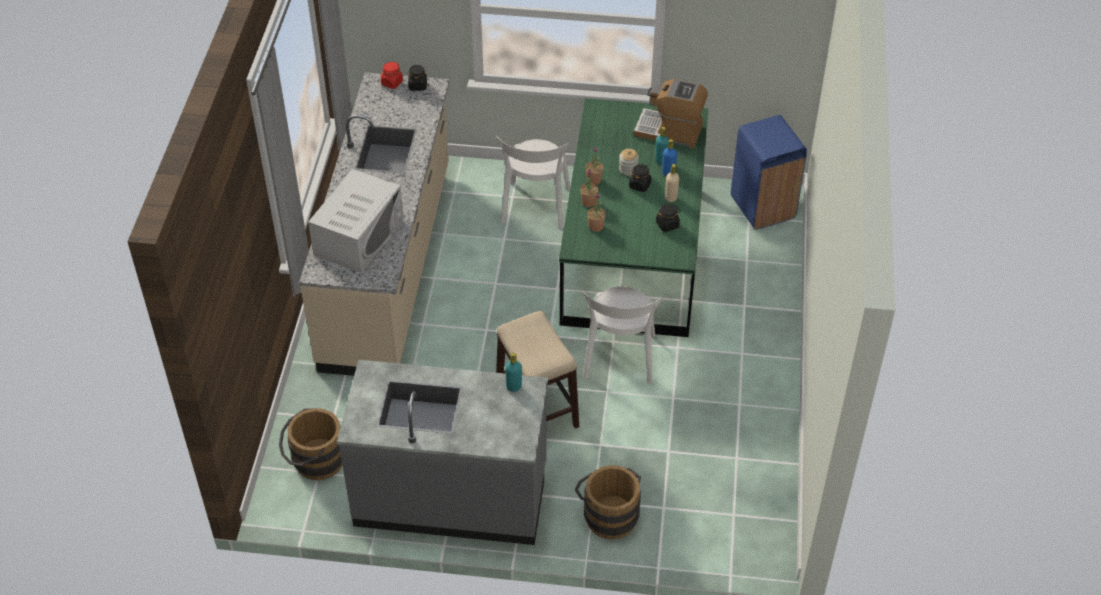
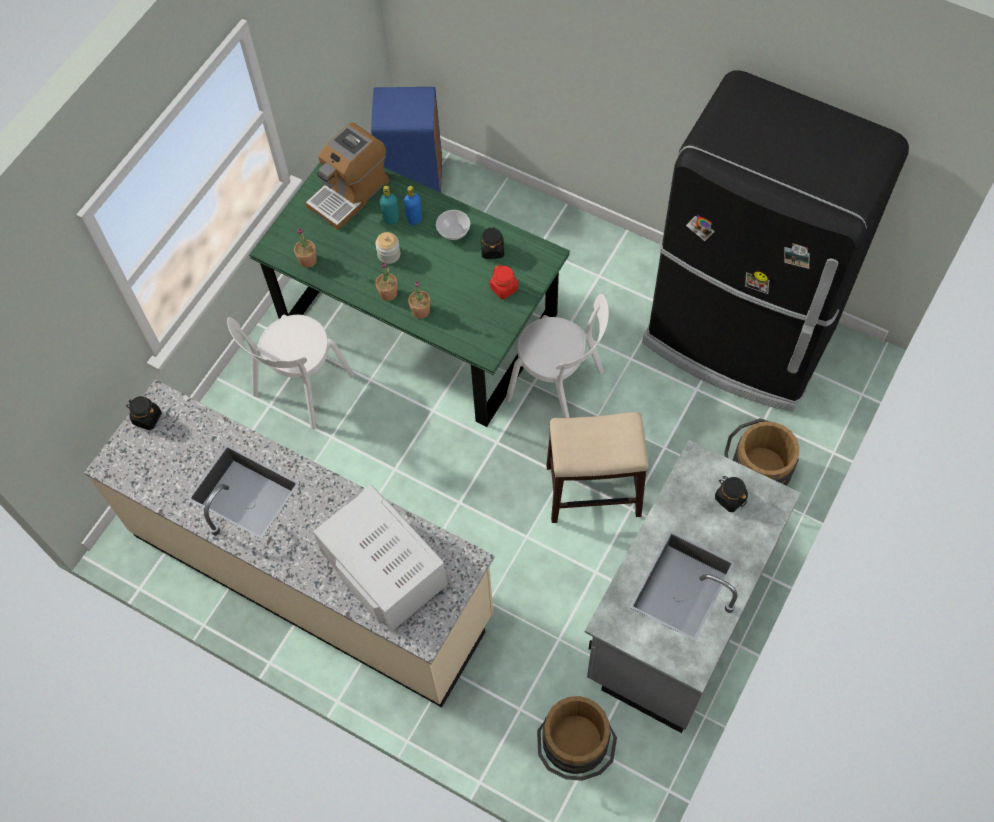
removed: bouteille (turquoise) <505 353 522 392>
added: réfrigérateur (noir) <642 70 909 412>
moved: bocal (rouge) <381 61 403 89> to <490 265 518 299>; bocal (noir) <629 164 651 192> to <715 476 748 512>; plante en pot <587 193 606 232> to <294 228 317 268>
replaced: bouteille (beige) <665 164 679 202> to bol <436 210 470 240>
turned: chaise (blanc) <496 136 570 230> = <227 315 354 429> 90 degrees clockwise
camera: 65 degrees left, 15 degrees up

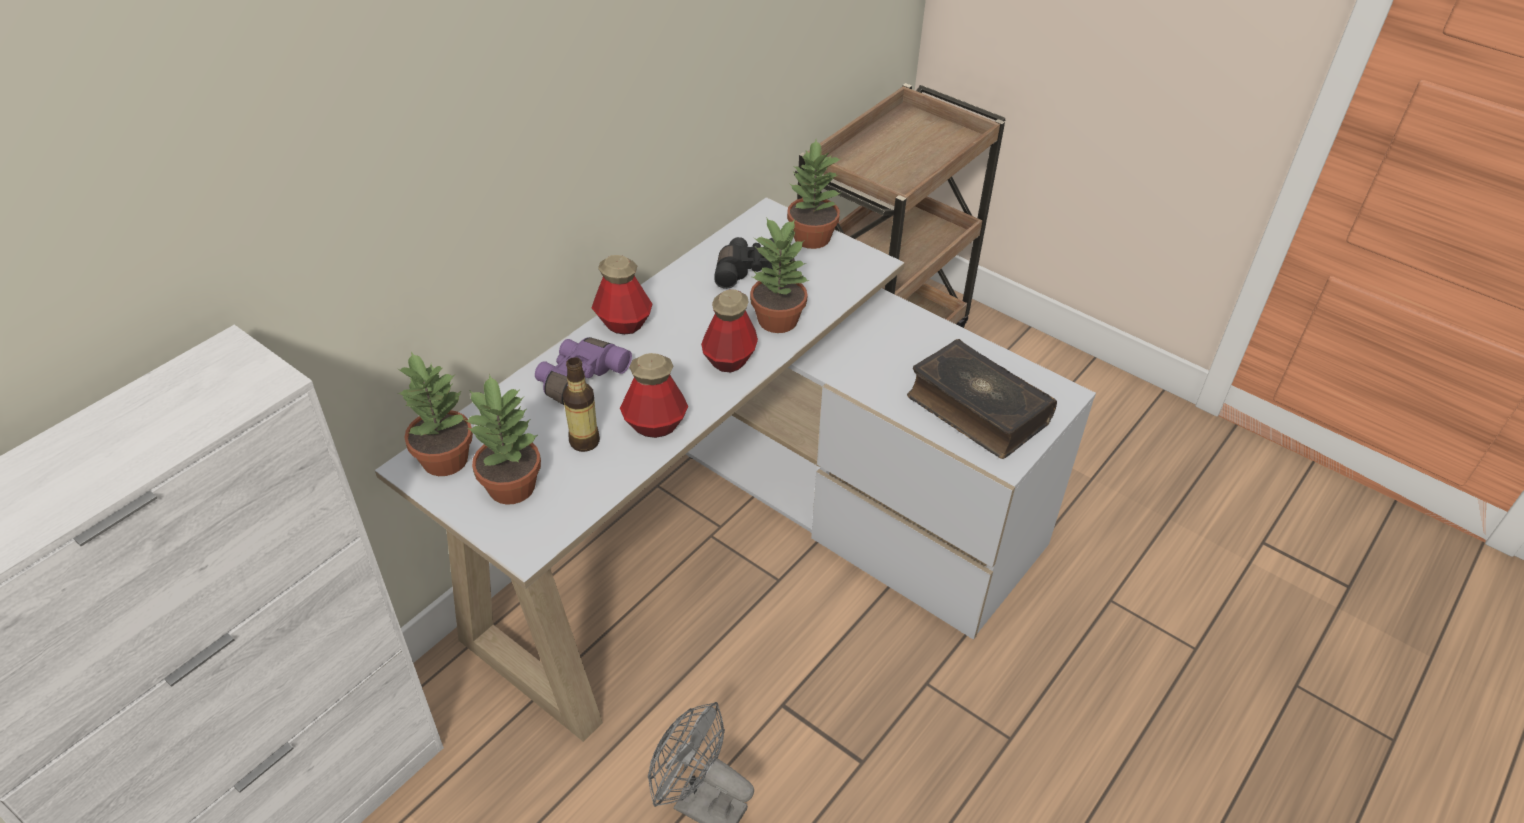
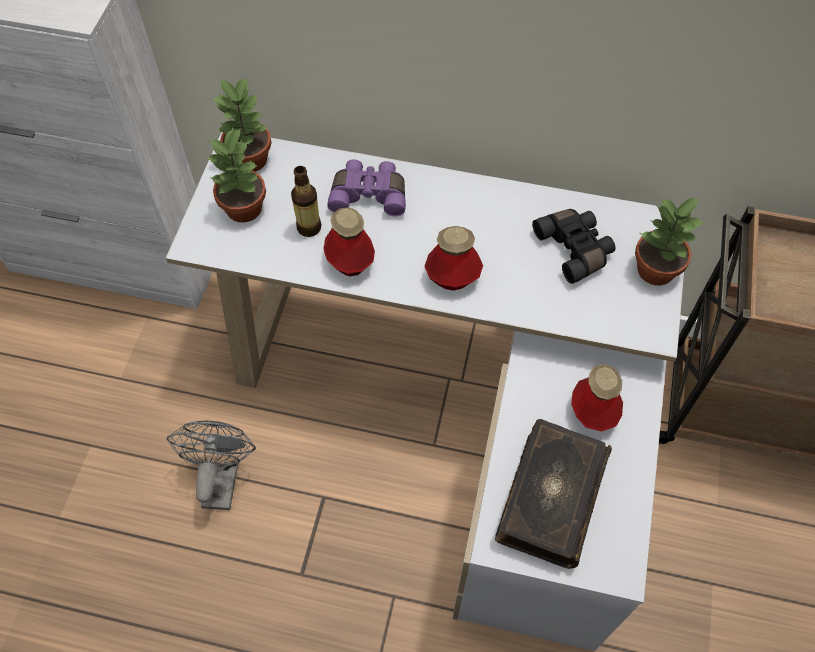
removed: plante en pot <750 217 810 333>
moved: bouteille <592 255 652 334> to <571 364 623 431>
camera: 65 degrees right, 15 degrees up

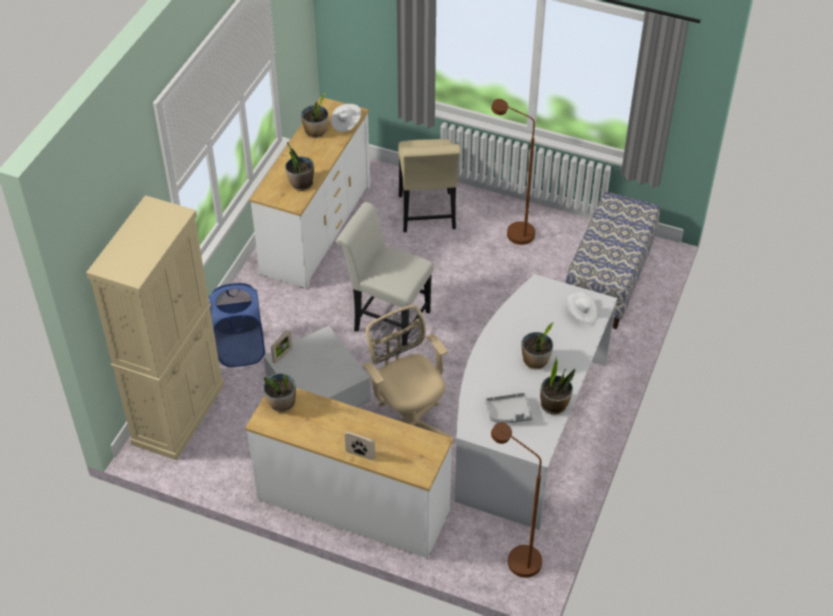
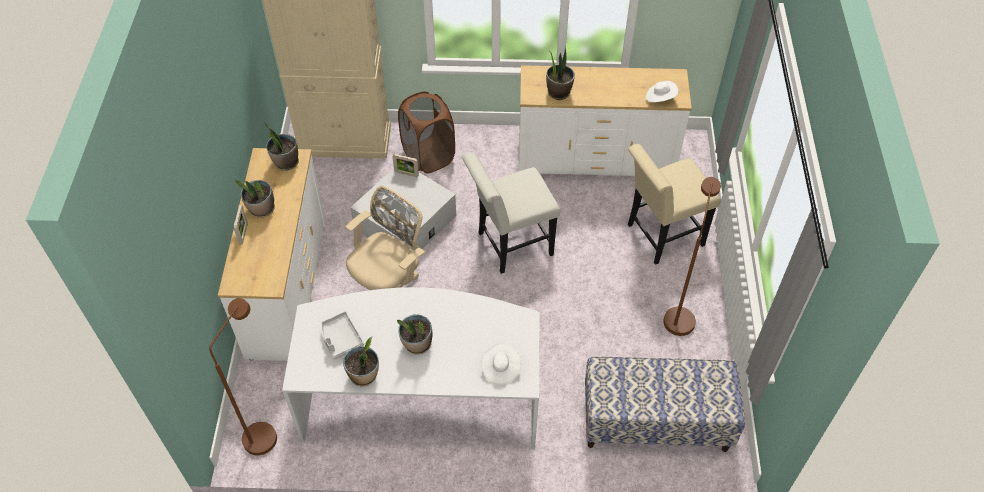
moved: plante en pot <301 92 329 138> to <236 180 275 218>
recoloured: panier à linge (bleu) <209 283 265 367> to panier à linge (marron) <398 91 455 173>
turned: chaise (blanc) <336 202 434 344> = <462 152 561 274> 120 degrees counterclockwise
camera: 70 degrees right, 5 degrees up

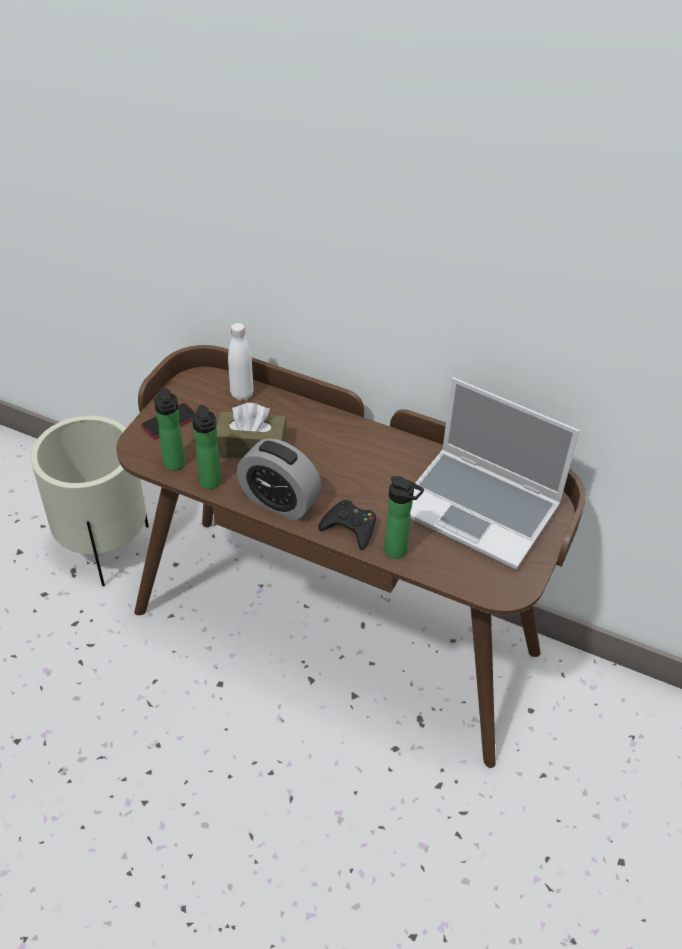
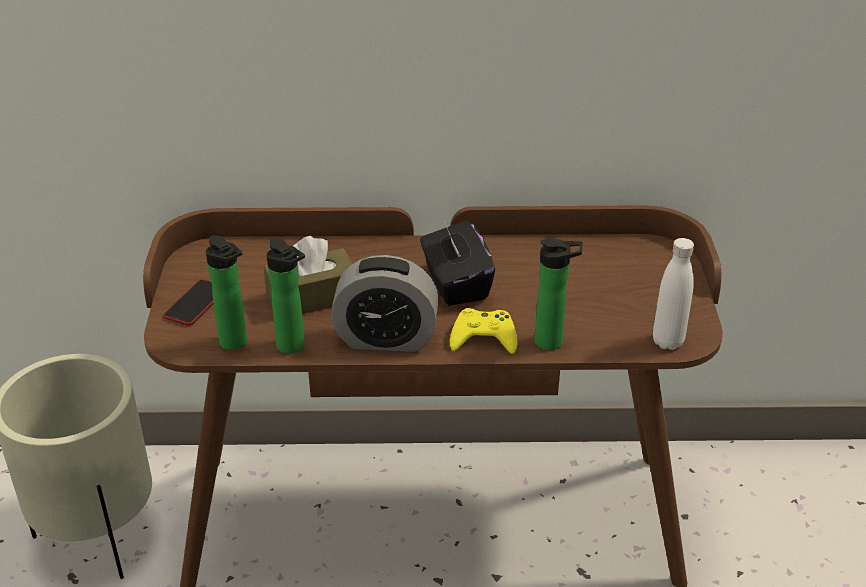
removed: ordinateur portable <410 377 579 570>
added: boîte à mouchoirs (noir) <420 220 495 306>
moved: bouteille (blanc) <228 323 254 401> to <653 238 694 350>
recoloured: manette (noir) <319 500 376 550> to manette (jaune) <450 308 518 354>
camera: 25 degrees left, 10 degrees down

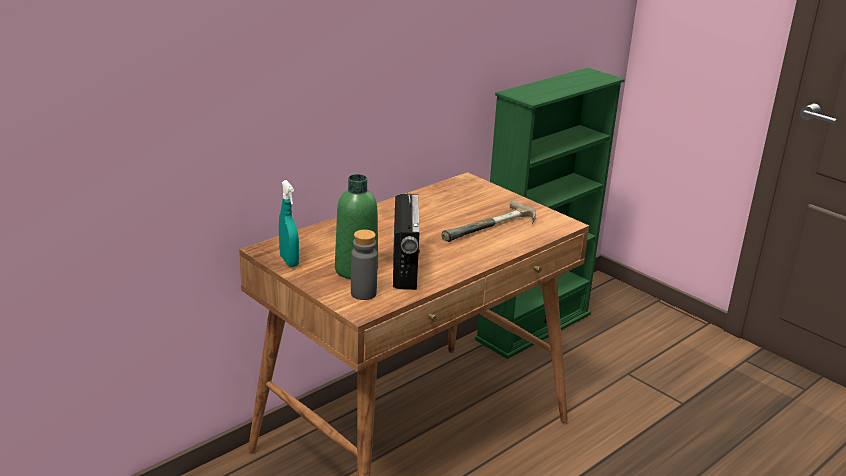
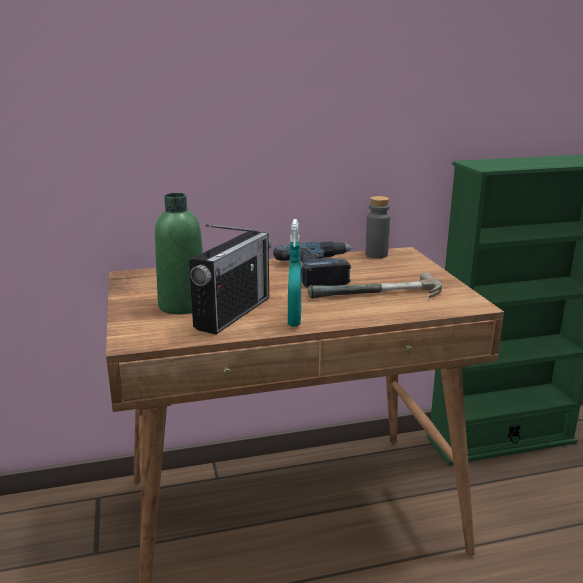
added: perceuse <273 242 353 288>
moved: vaporisateur (turquoise) <279 180 299 267> to <288 219 301 326>; bouteille (gris) <351 230 378 300> to <366 196 390 258>
camera: 30 degrees right, 5 degrees down

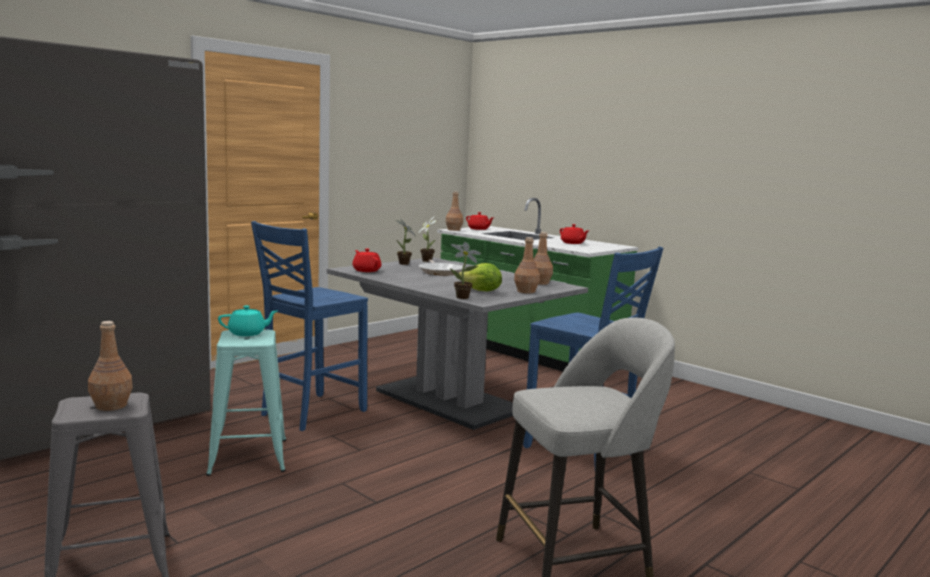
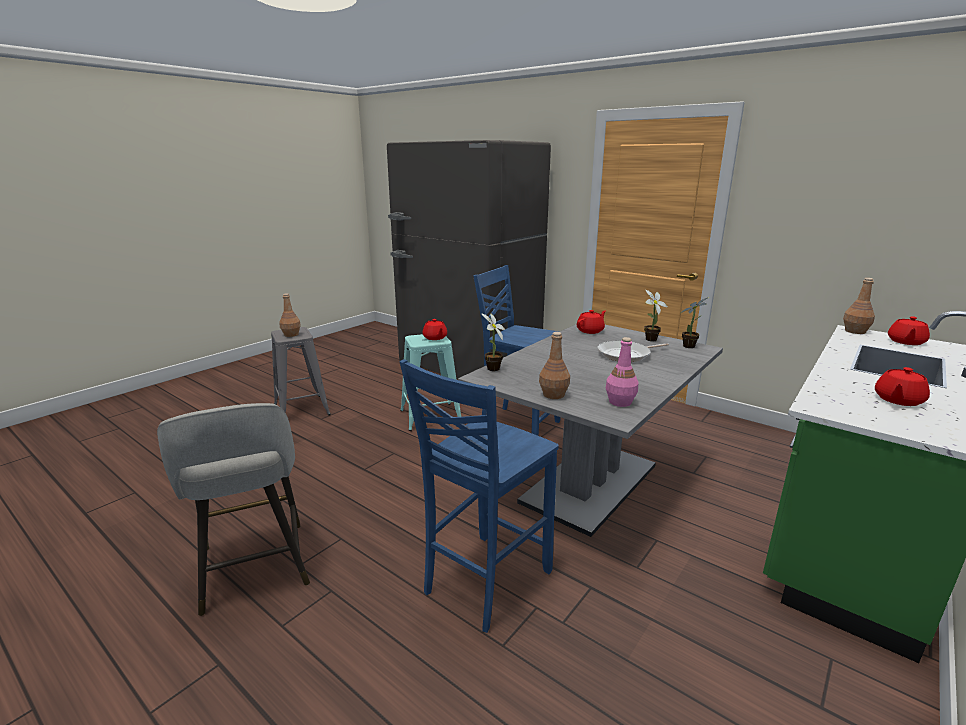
removed: laitue <459 263 502 291>
recoloured: bouteille (marron) <533 232 553 285> to bouteille (rose) <606 337 639 407>; théière (turquoise) <218 306 277 336> to théière (rouge) <423 319 447 340>
camera: 85 degrees right, 10 degrees up

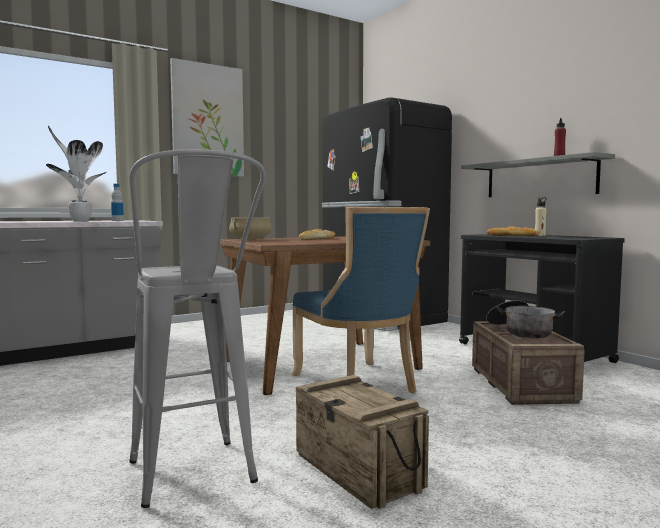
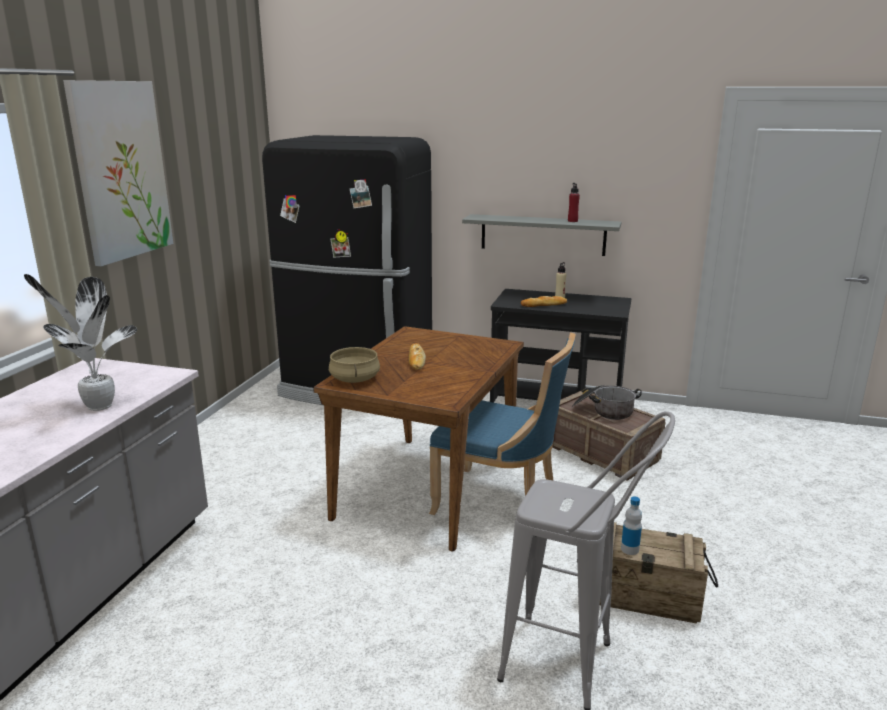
moved: bouteille <111 184 124 221> to <621 496 642 555>
camera: 40 degrees left, 15 degrees up

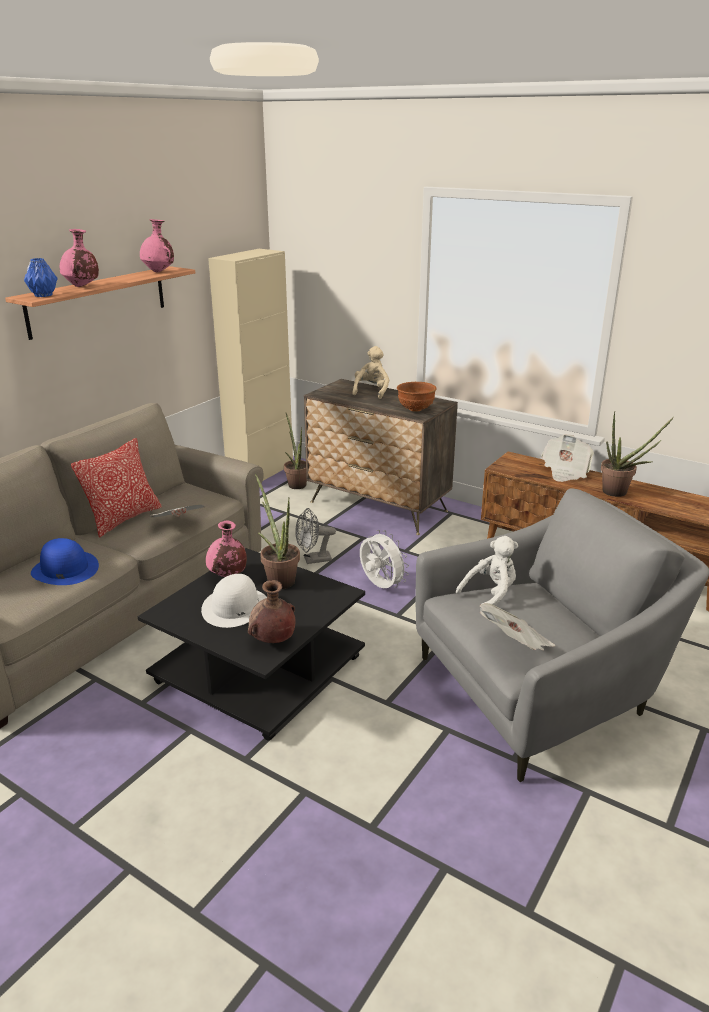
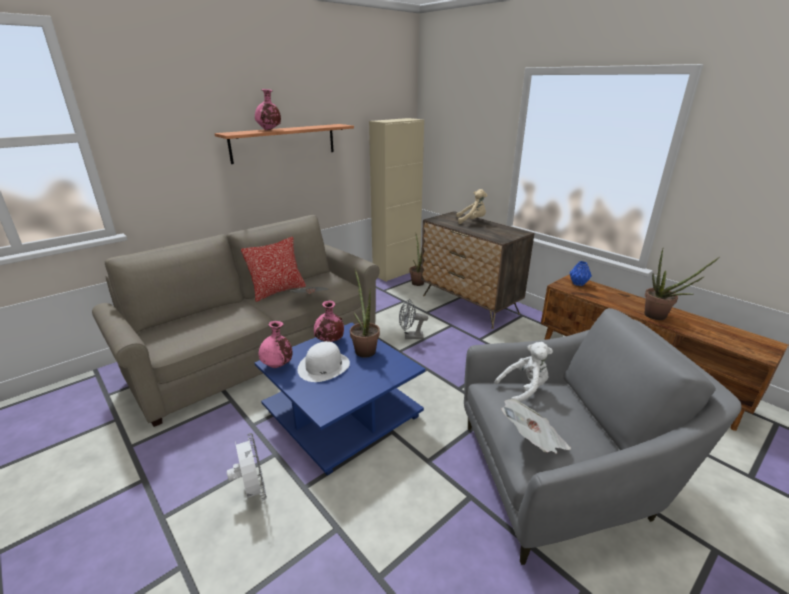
removed: bol (marron) <397 382 437 412>; journal <541 434 594 482>; chapeau (bleu) <31 538 99 585>; vase (marron) <248 580 295 643>
moved: vase (rose) <140 219 174 272> to <259 321 292 368>; vase (bleu) <24 258 58 297> to <570 261 592 286>; ventilateur (blanc) <360 530 409 588> to <227 433 267 501>
recoloured: table basse (noir) <138 548 365 741> to table basse (bleu) <255 322 425 475>
turned: peluche (beige) <352 346 389 399> = <456 189 488 224> 60 degrees clockwise
camera: 15 degrees right, 0 degrees up

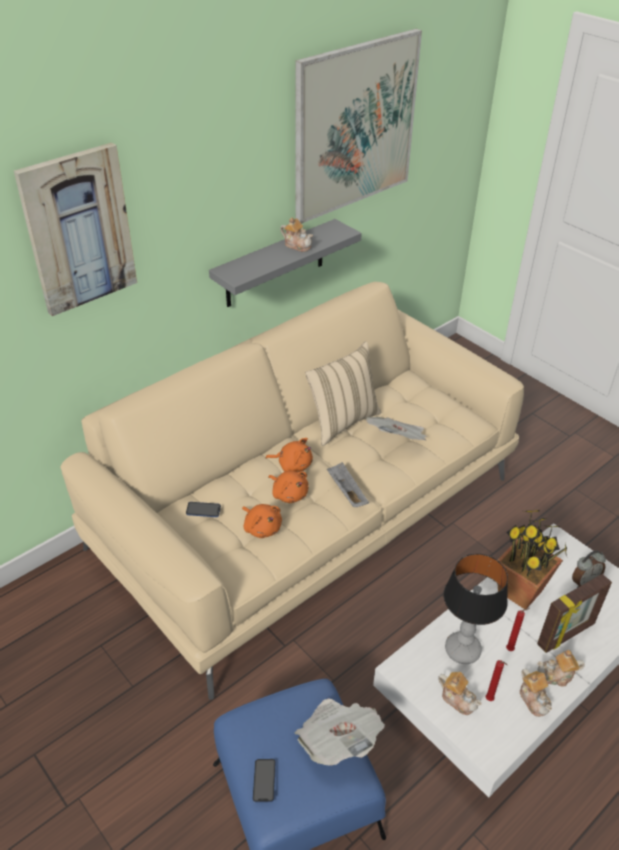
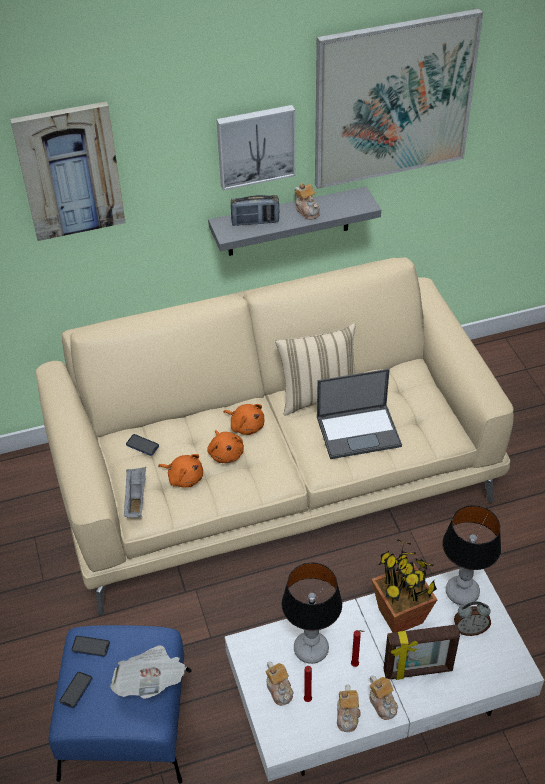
added: tableau <217 105 295 191>; radio <231 195 279 226>; lampe de table <442 505 501 605>; téléphone <71 635 110 657>
moved: plateau (gris) <327 462 369 507> to <124 467 146 517>
replaced: journal <366 417 427 441> to ordinateur portable <317 369 402 459>
turned: peluche (orange) <242 504 282 538> = <158 454 203 488> 45 degrees counterclockwise; théière <537 650 584 686> = <369 675 398 720> 135 degrees counterclockwise
camera: 25 degrees right, 5 degrees up

